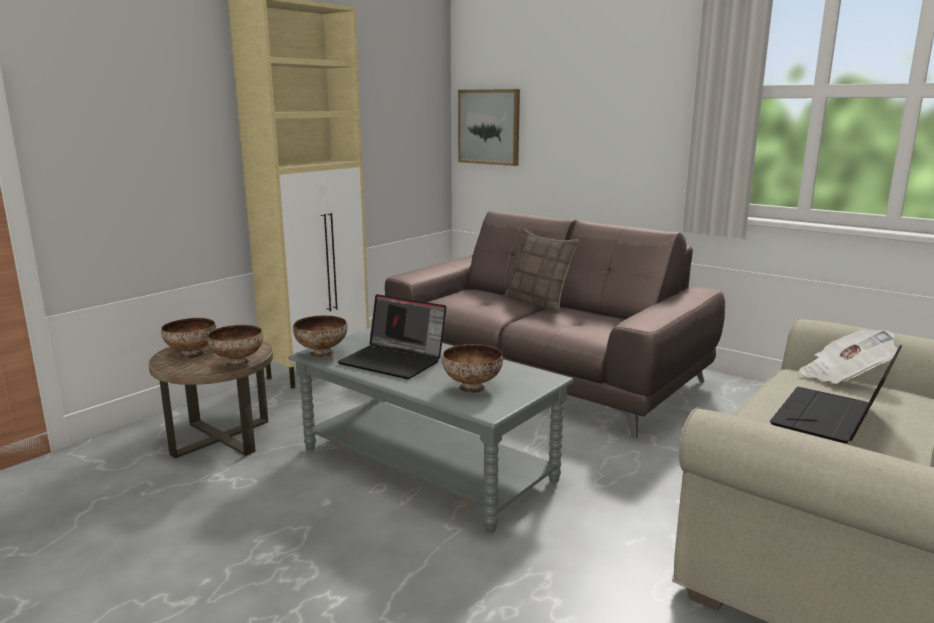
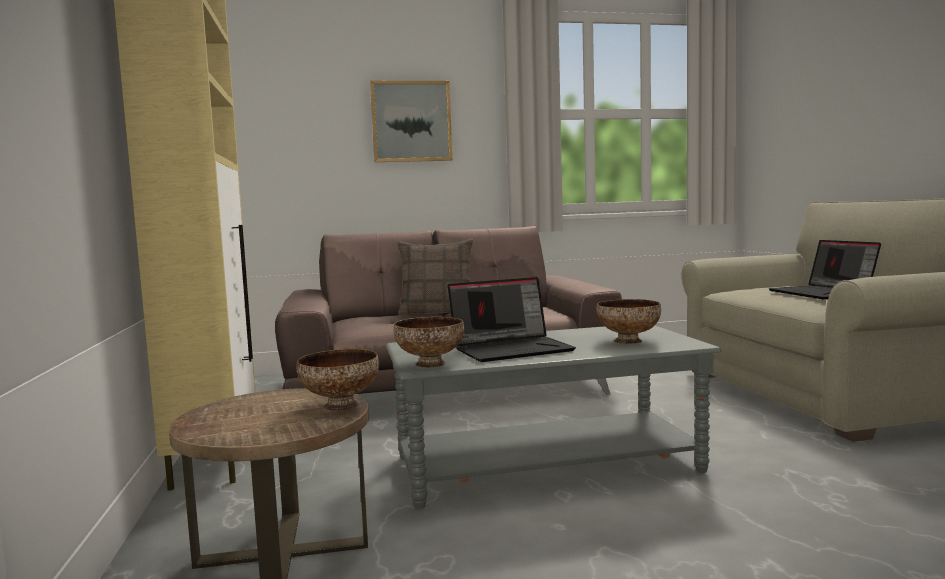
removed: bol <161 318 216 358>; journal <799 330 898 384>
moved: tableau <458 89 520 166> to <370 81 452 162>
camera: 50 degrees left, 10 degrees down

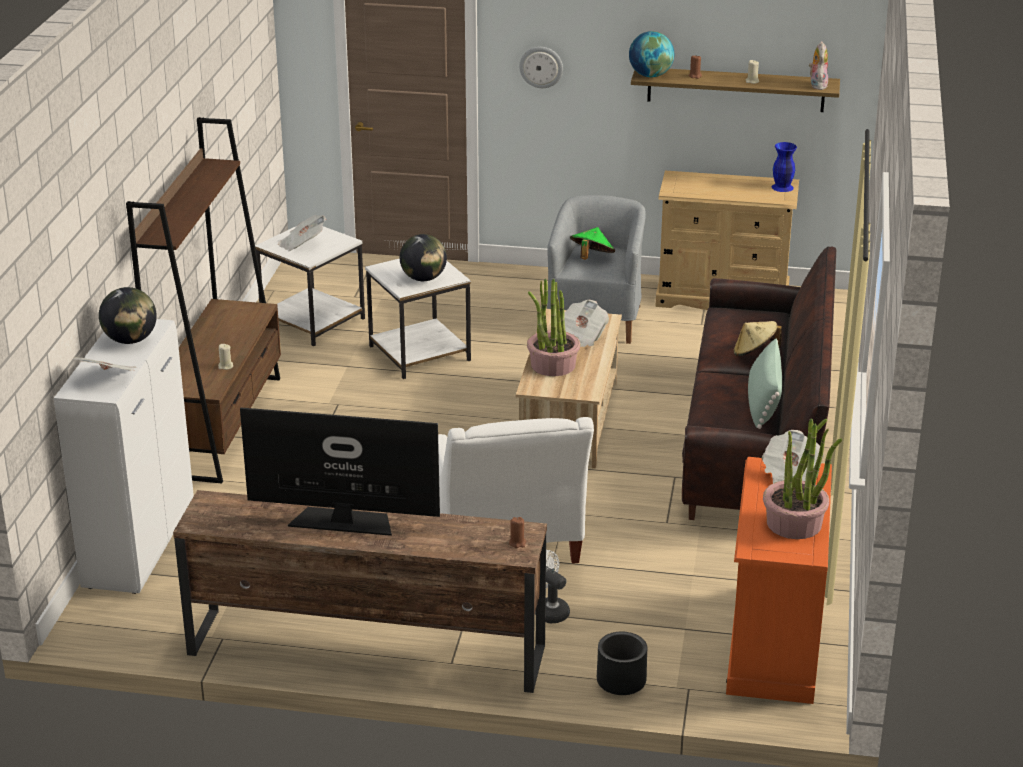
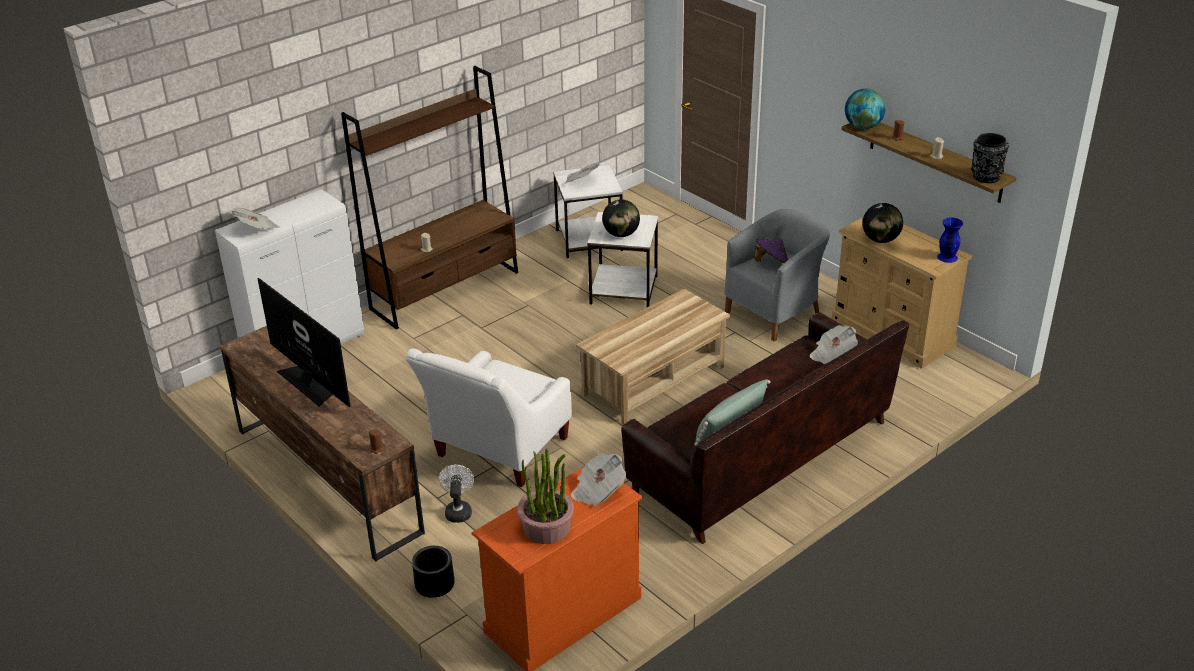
removed: horloge murale <519 47 563 88>; plante en pot <527 278 580 376>; chapeau (beige) <734 321 782 356>
moved: globe <99 287 157 344> to <862 203 903 243>; journal <564 300 609 347> to <810 325 858 364>
replaced: peluche <809 41 828 90> to vase (noir) <971 133 1009 183>
recoloured: chapeau (vert) <570 227 615 260> to chapeau (violet) <754 239 788 263>
camera: 40 degrees right, 5 degrees up

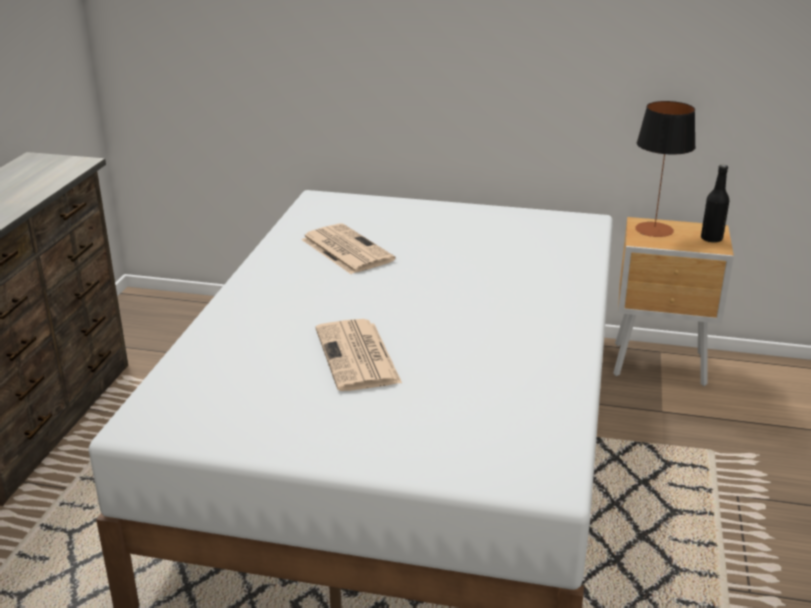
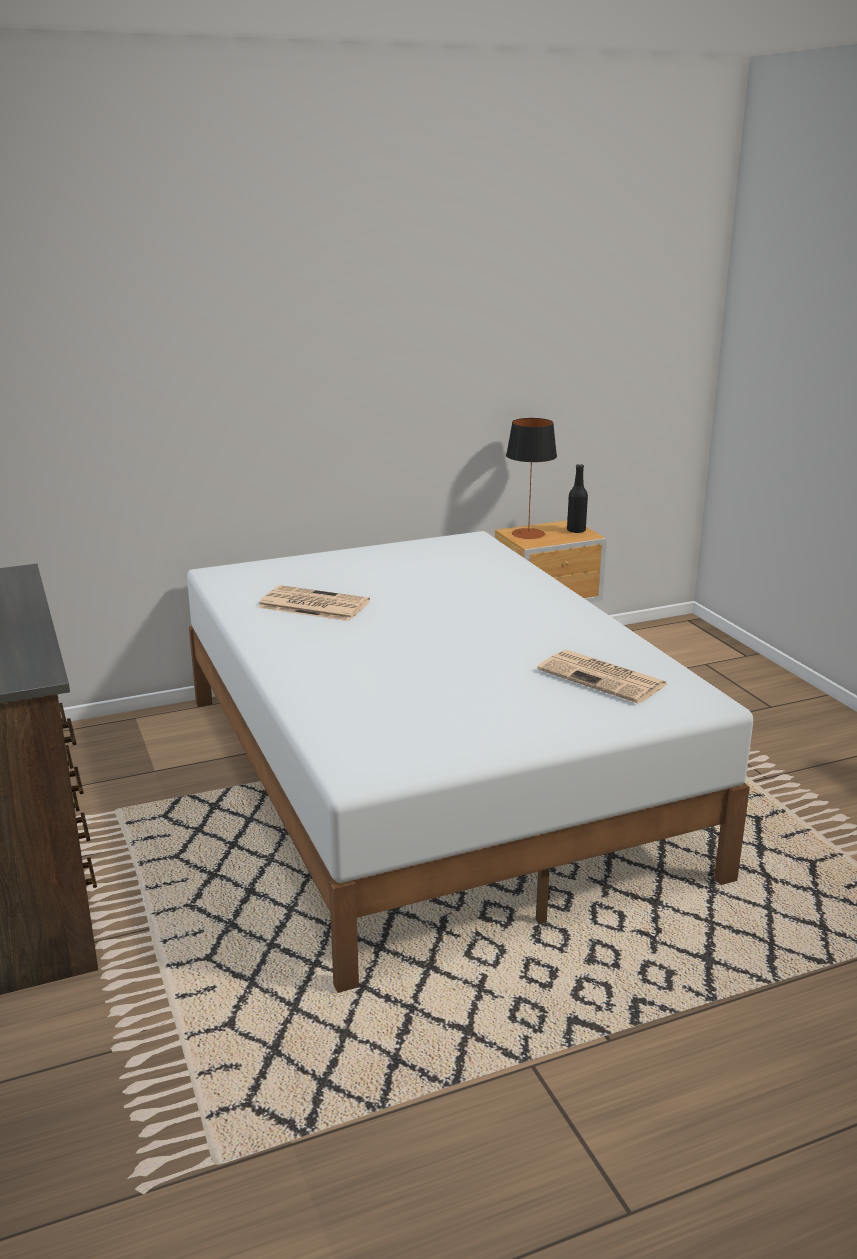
moved: journal <316 319 402 391> to <537 650 667 703>
camera: 35 degrees left, 5 degrees down

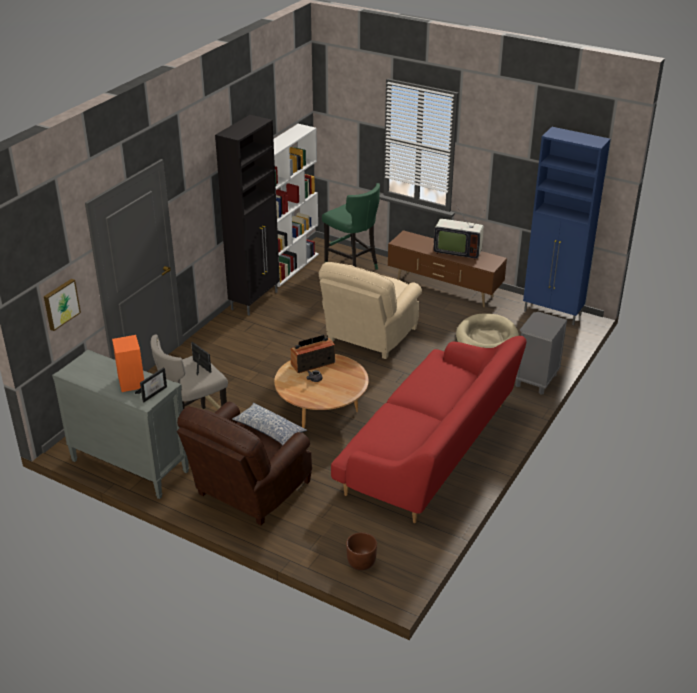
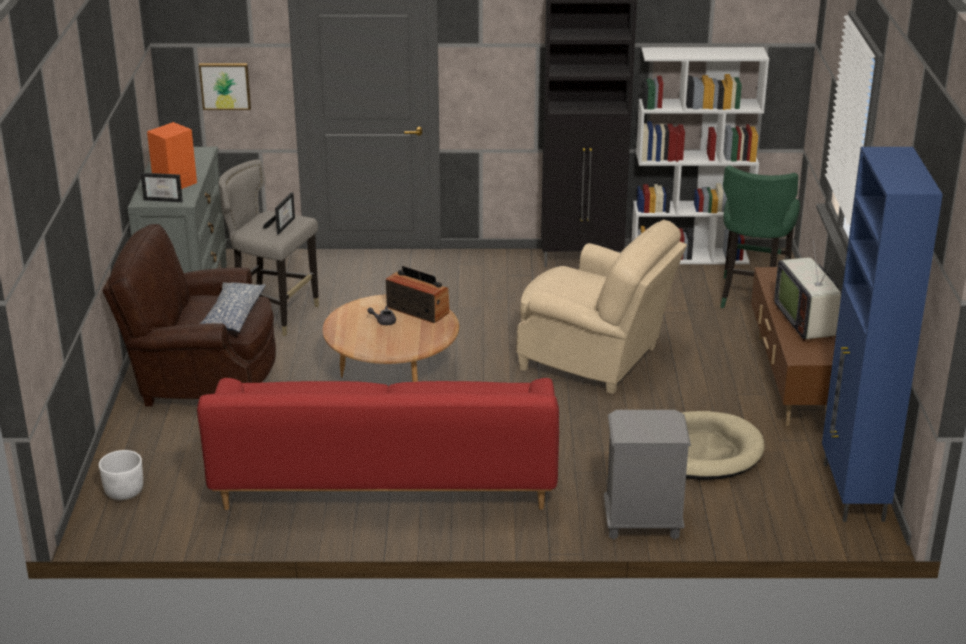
recoloured: cache-pot (marron) <346 532 377 570> to cache-pot (blanc) <99 450 143 500>
turned: fauteuil (beige) <318 262 422 359> = <516 219 687 394> 150 degrees counterclockwise
camera: 60 degrees right, 5 degrees down

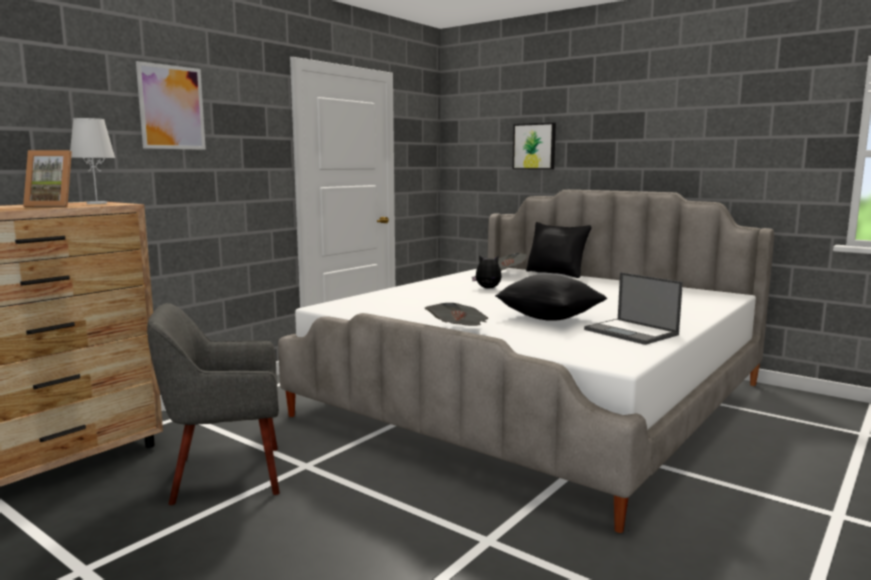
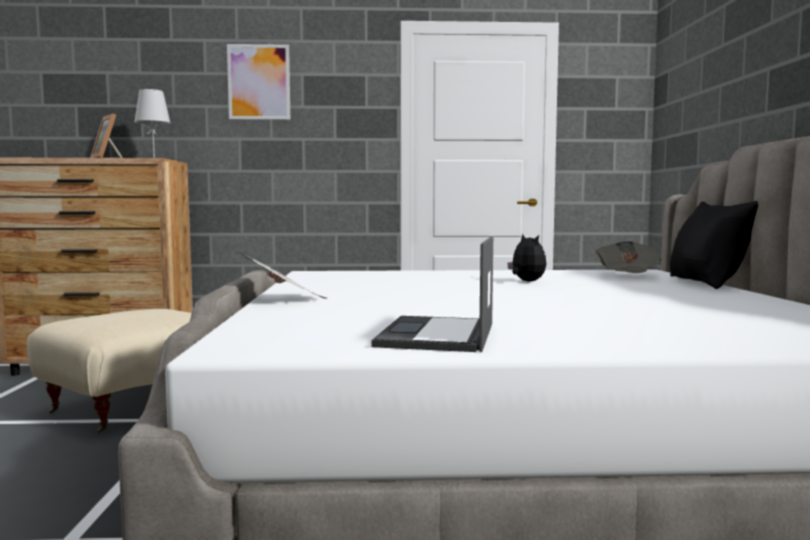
removed: tableau <513 123 556 170>; coussin (noir) <495 274 607 321>
replaced: fauteuil (gris) <147 303 280 505> to pouf (beige) <27 309 192 433>
camera: 50 degrees right, 5 degrees down

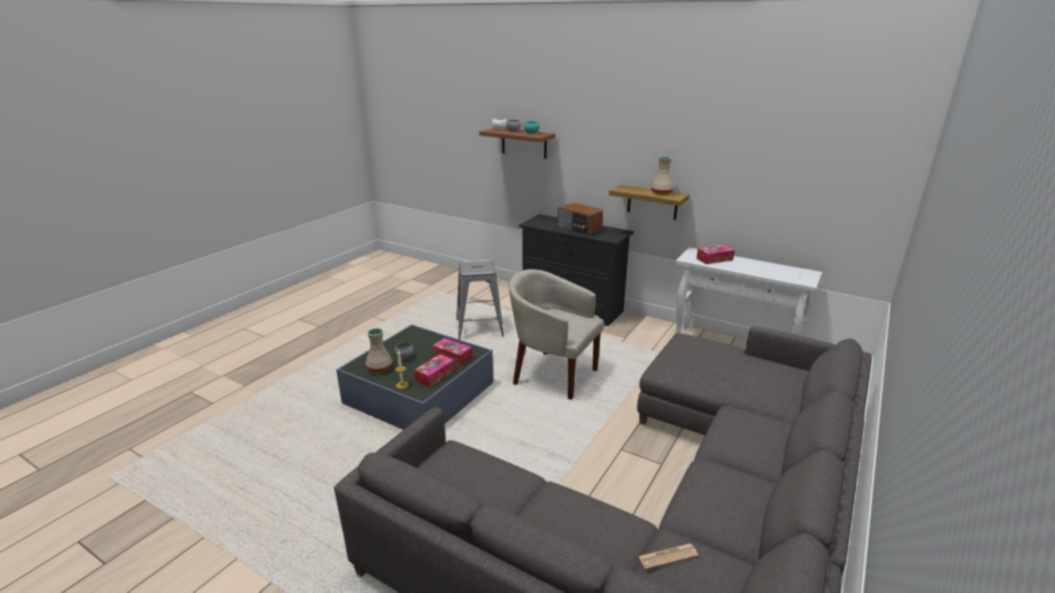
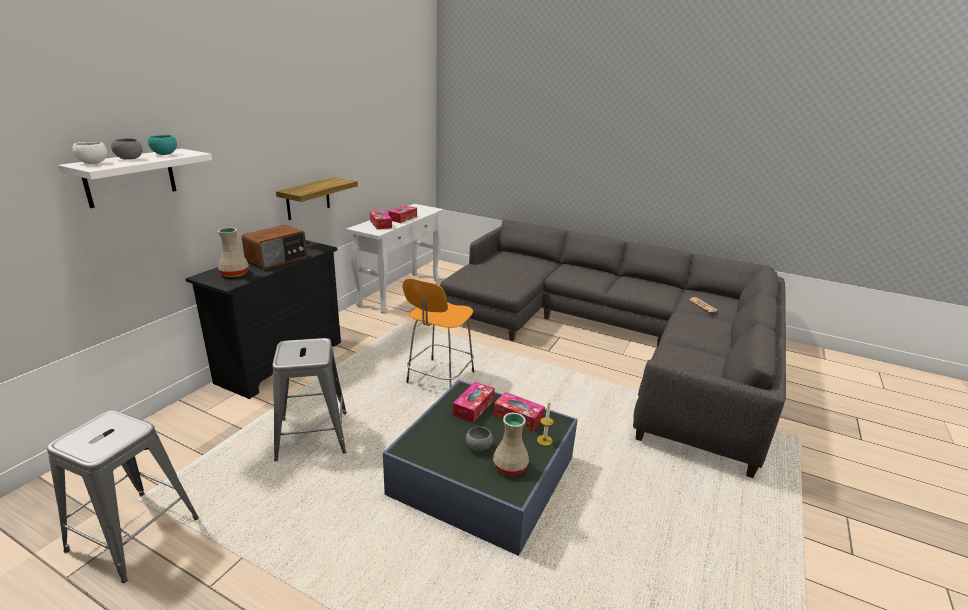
added: boîte à mouchoirs <388 205 417 223>; tabouret (gris) <47 410 199 583>
moved: vase (beige) <651 157 673 195> to <218 228 249 277>
replaced: fauteuil (beige) <509 269 604 400> to tabouret (orange) <403 279 474 388>
recoloured: étagère (marron) <479 128 555 159> to étagère (blanc) <58 149 212 208>
camera: 95 degrees left, 0 degrees up

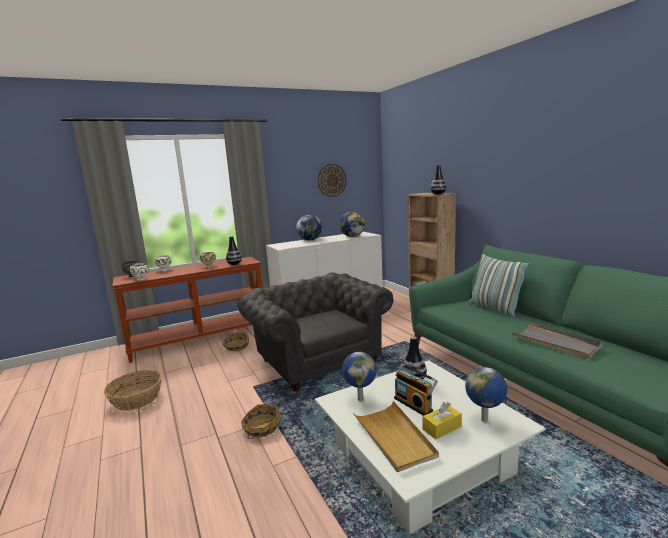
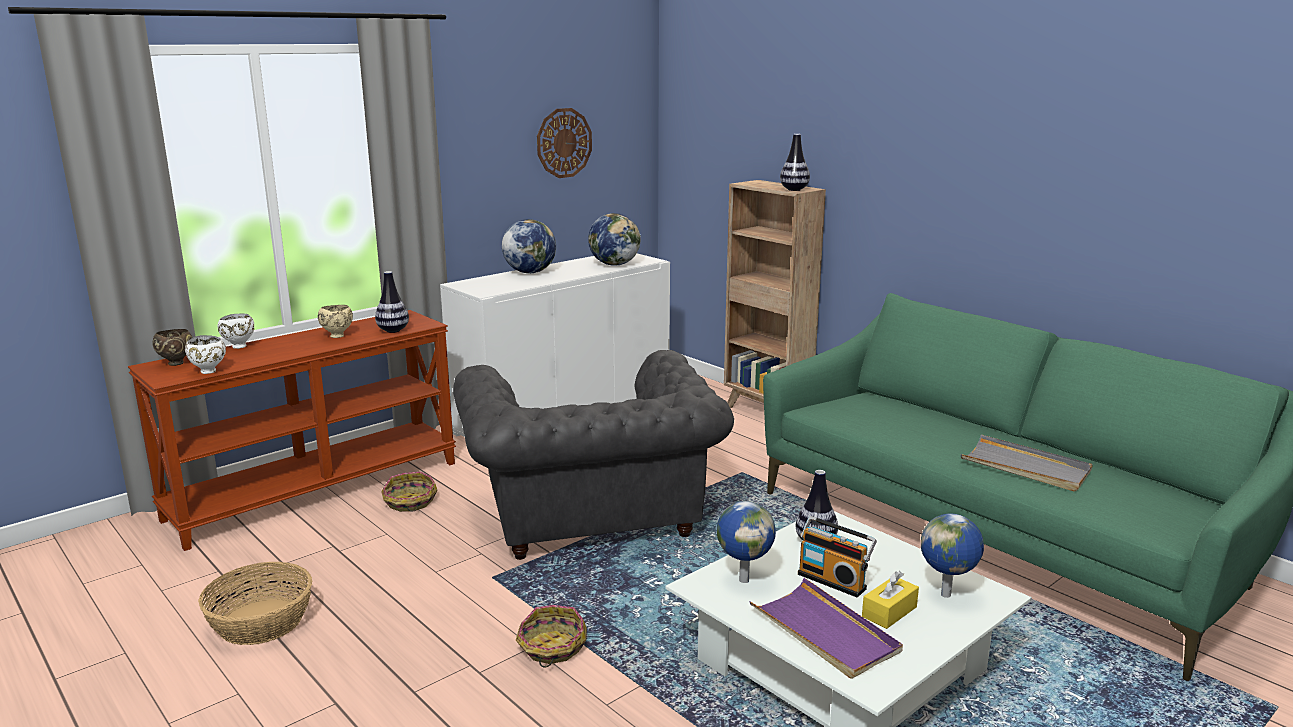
removed: coussin <468 254 529 317>
recoloured: plateau (beige) <353 401 439 472> to plateau (violet) <749 578 903 679>
turned: fauteuil (gris) <237 272 393 391> = <453 350 734 560> 150 degrees counterclockwise
camera: 15 degrees left, 5 degrees up

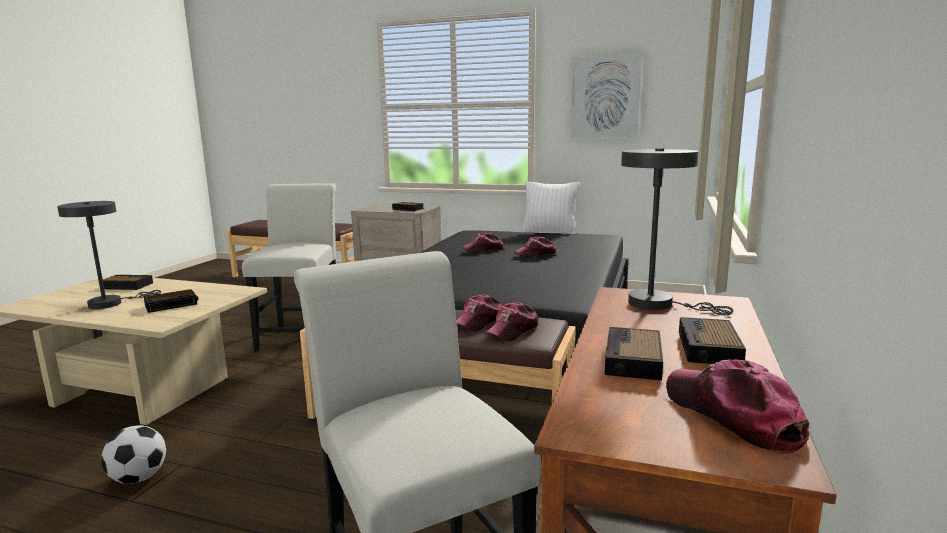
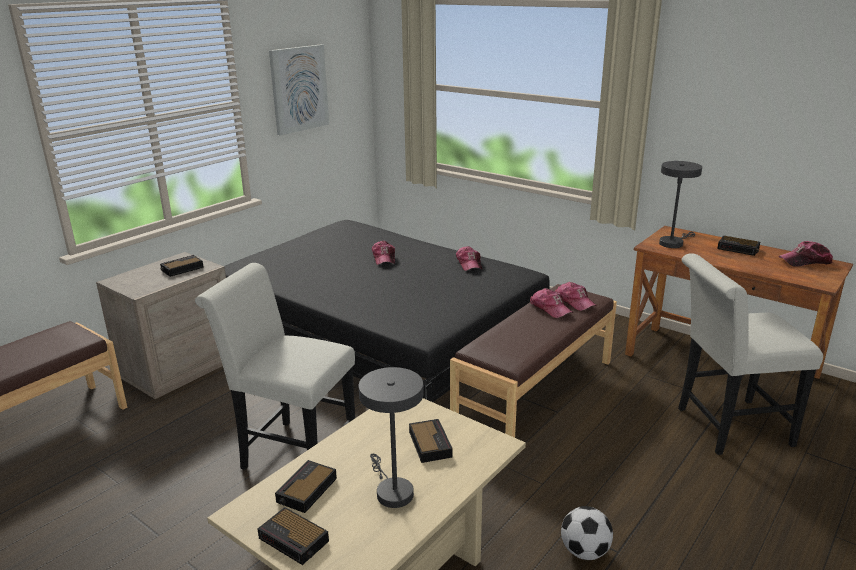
removed: coussin (blanc) <521 181 579 234>
moved: casquette <462 232 503 253> to <456 246 483 271>; réveil <605 327 663 381> to <258 507 329 565>
camera: 70 degrees left, 10 degrees up

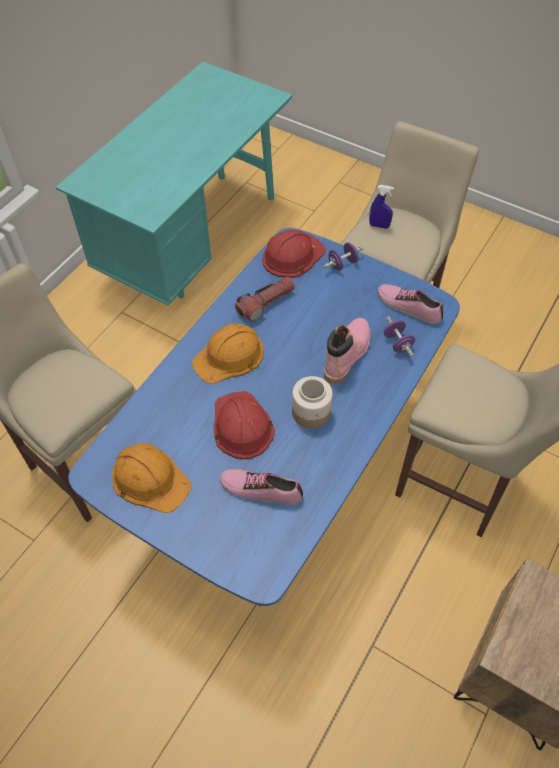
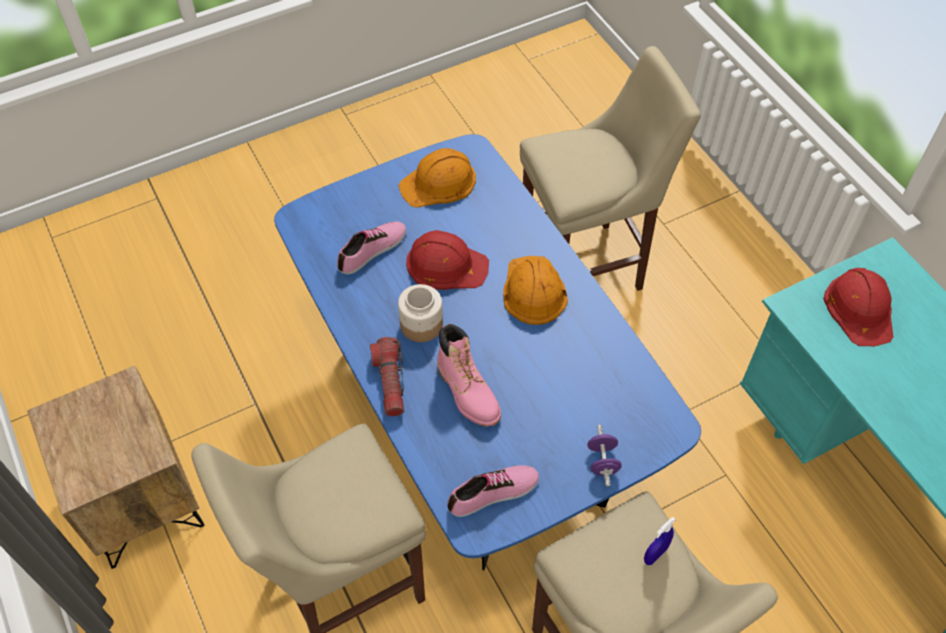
removed: haltère (violet) <384 316 415 357>
moved: casque de chantier (rouge) <262 230 326 278> to <823 268 893 346>; lampe de poche <235 277 295 321> to <370 337 404 417>
camera: 120 degrees right, 0 degrees up

